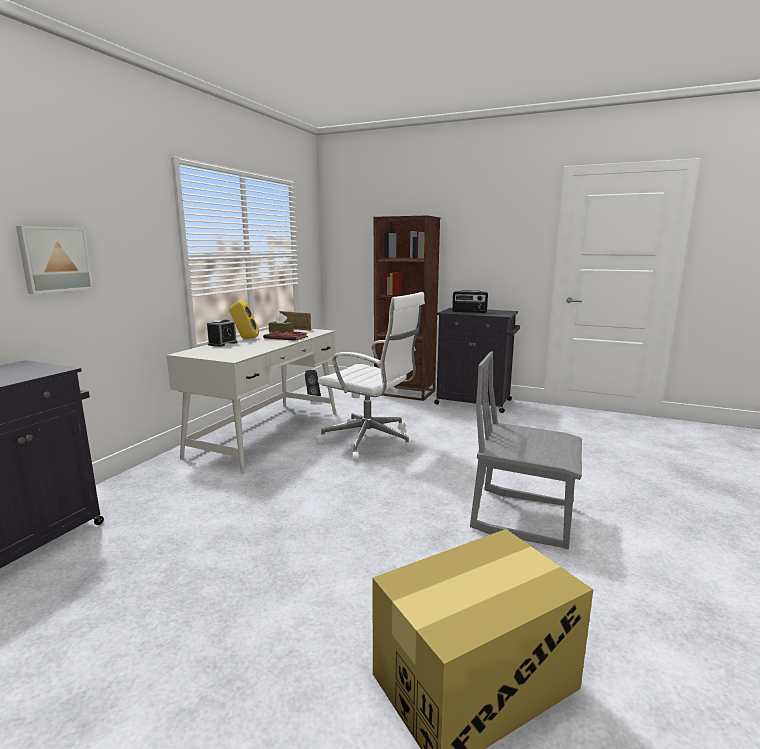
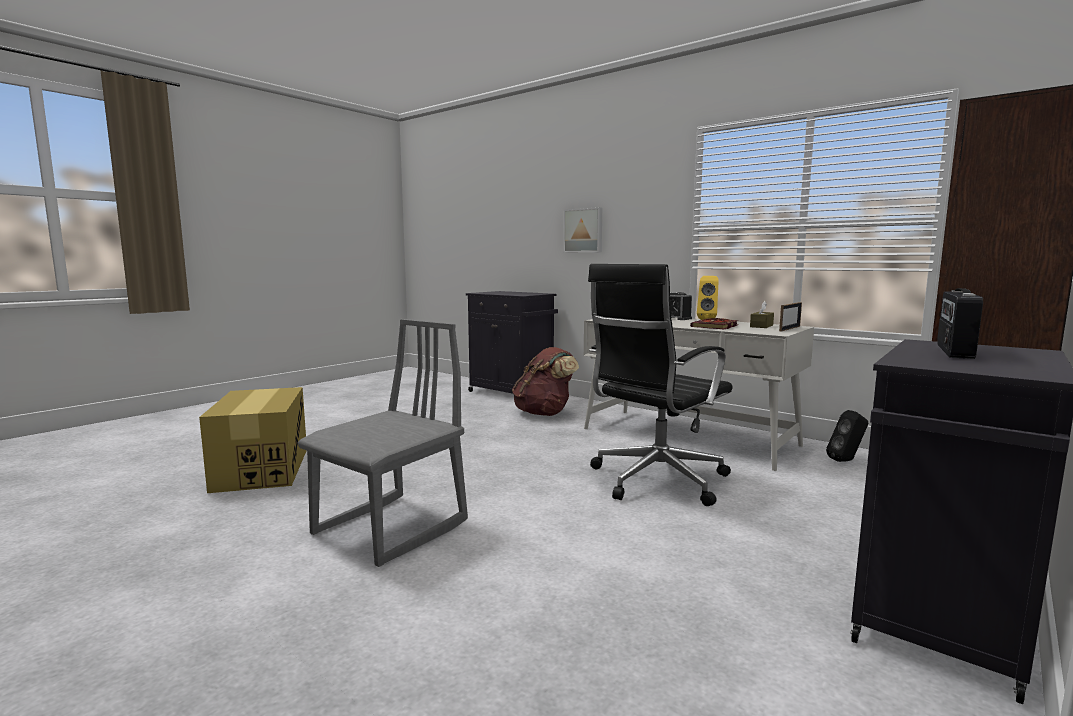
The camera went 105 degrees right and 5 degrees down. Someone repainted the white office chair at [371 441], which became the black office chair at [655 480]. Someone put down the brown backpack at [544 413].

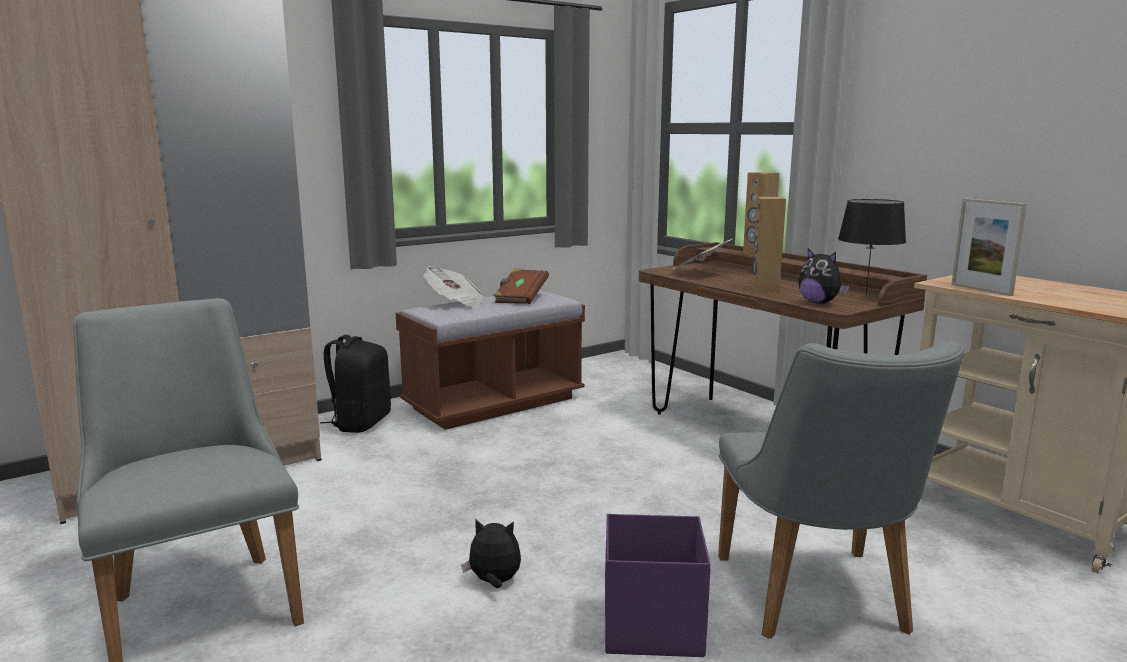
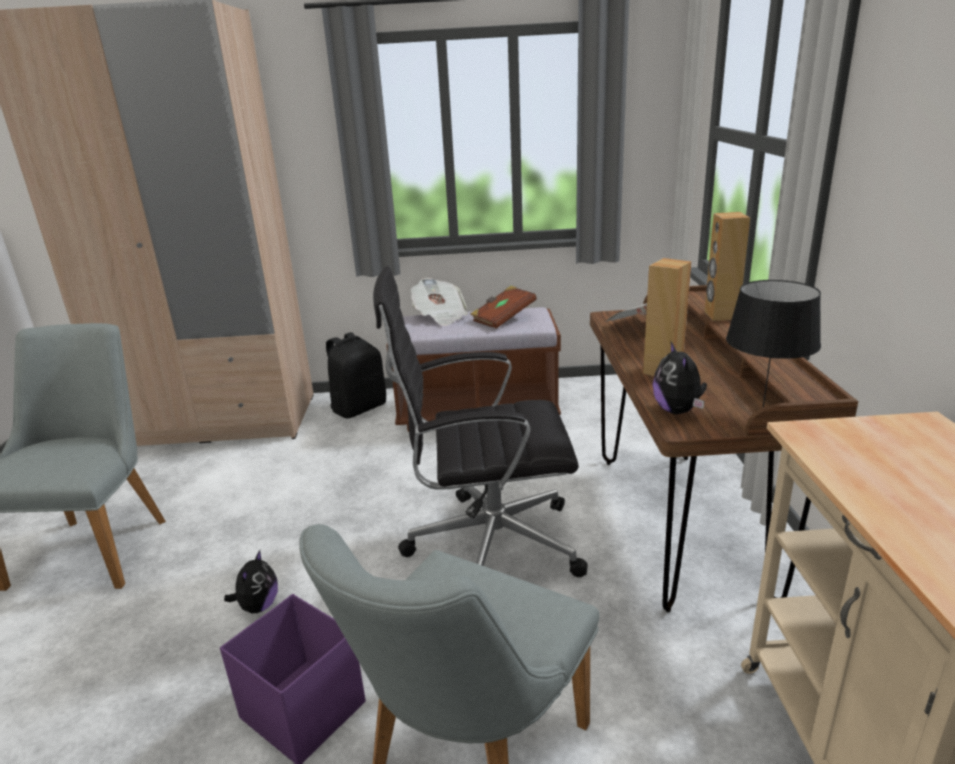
The camera went 35 degrees right and 10 degrees up. Someone rotated the plush toy at [494 582] by 60 degrees clockwise. Someone took away the picture frame at [981 290]. Someone put down the black office chair at [488 546].

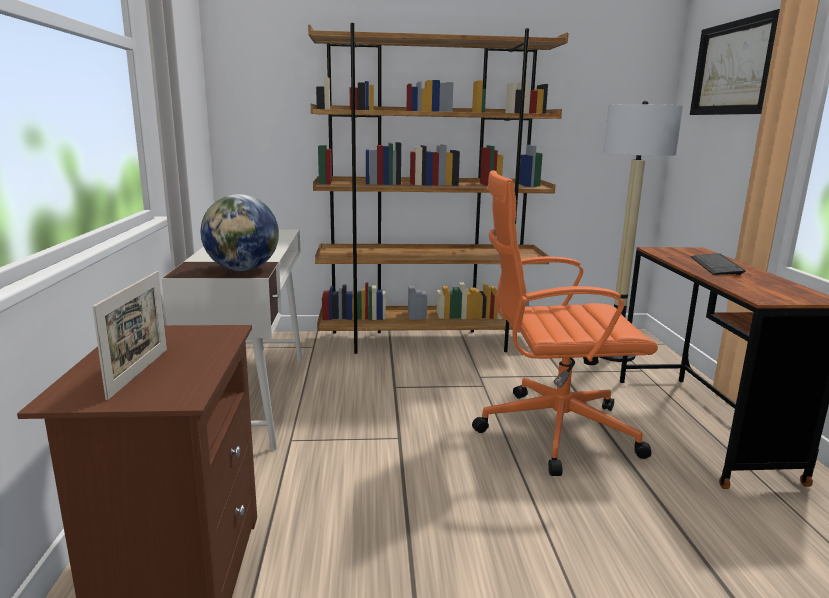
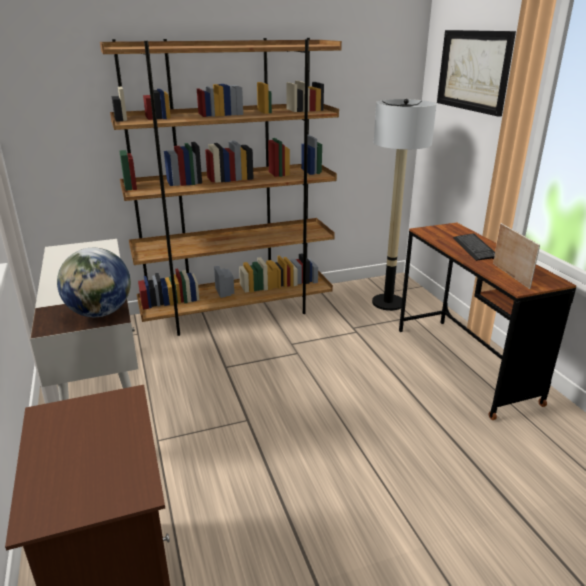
The camera went 15 degrees left and 10 degrees up. Someone carried the picture frame from [139 372] to [510 275]. Someone took away the orange office chair at [552 430].

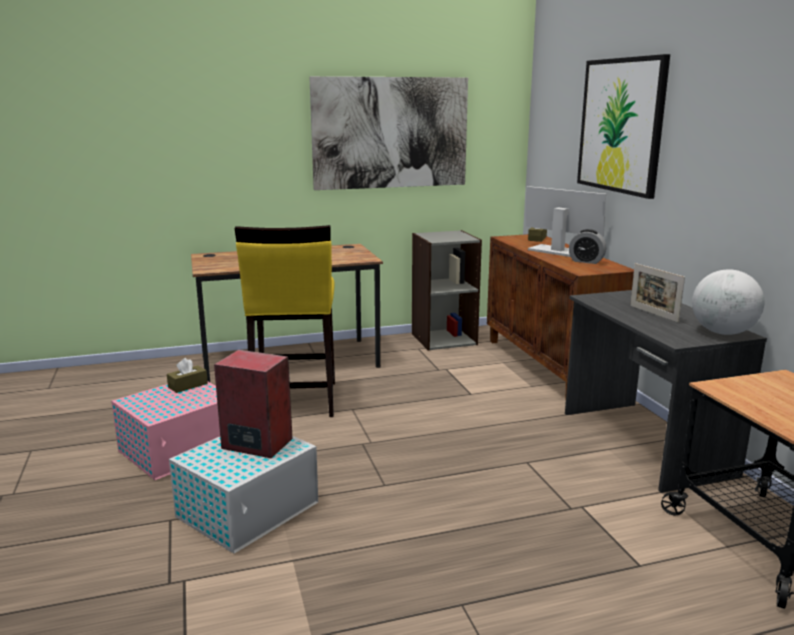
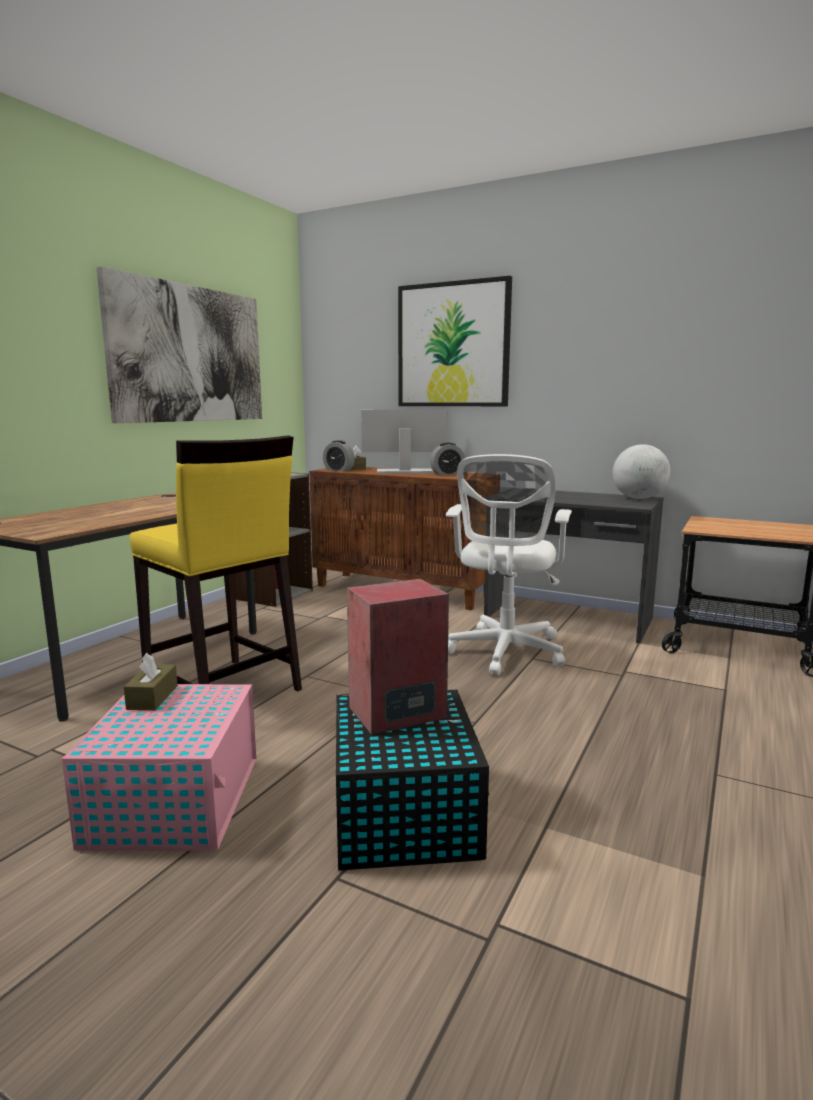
The camera went 45 degrees left and 5 degrees down. Someone repainted the white storage box at [250 509], which became the black storage box at [404 810]. Someone took away the picture frame at [653 313]. Someone put down the alarm clock at [339 470]. Someone put down the white office chair at [505 653].

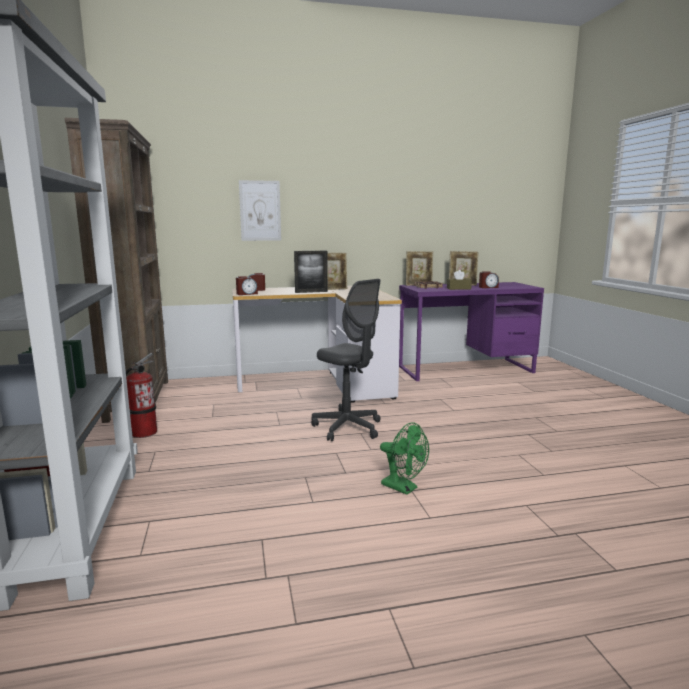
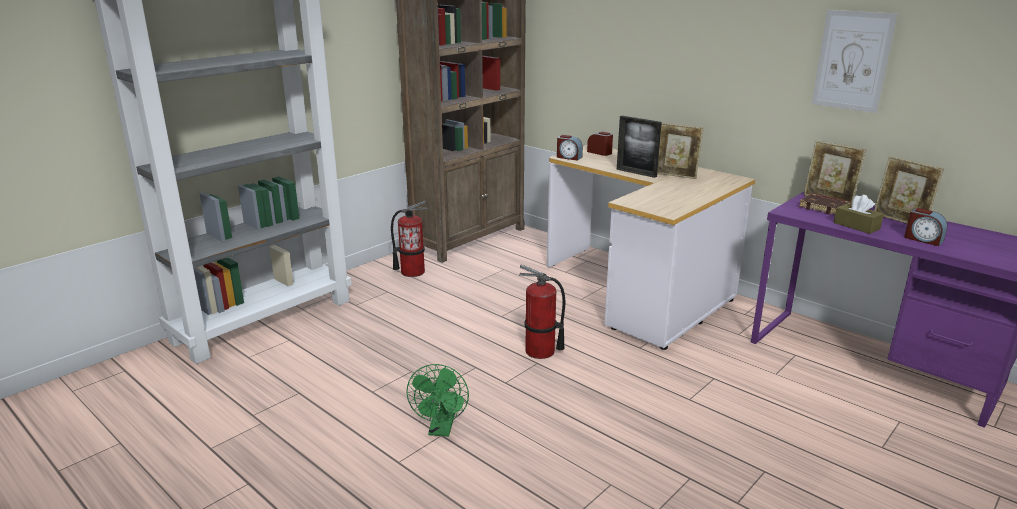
The camera went 55 degrees right and 10 degrees up. Someone carried the picture from [260 210] to [852 61]. Someone swapped the grey office chair at [347 428] for the fire extinguisher at [540 351].

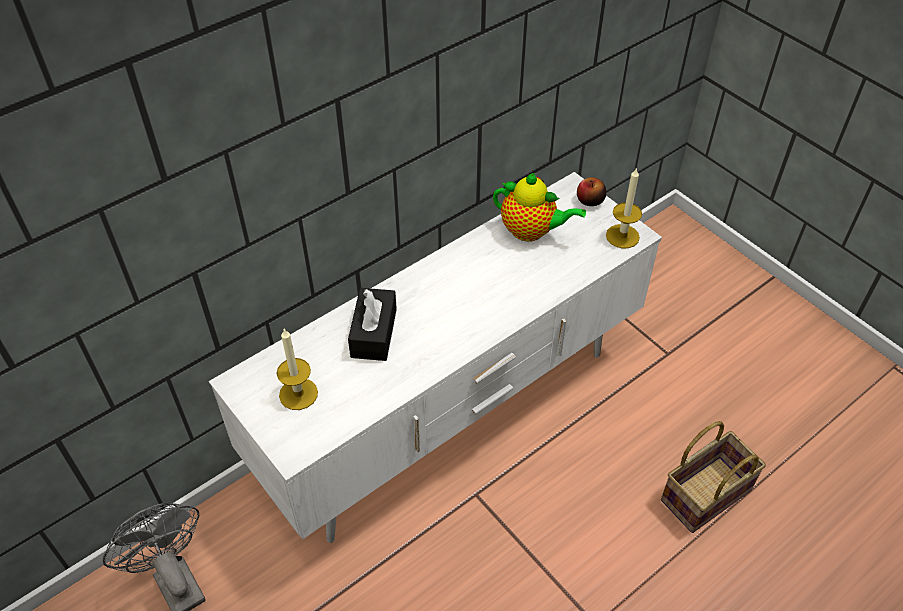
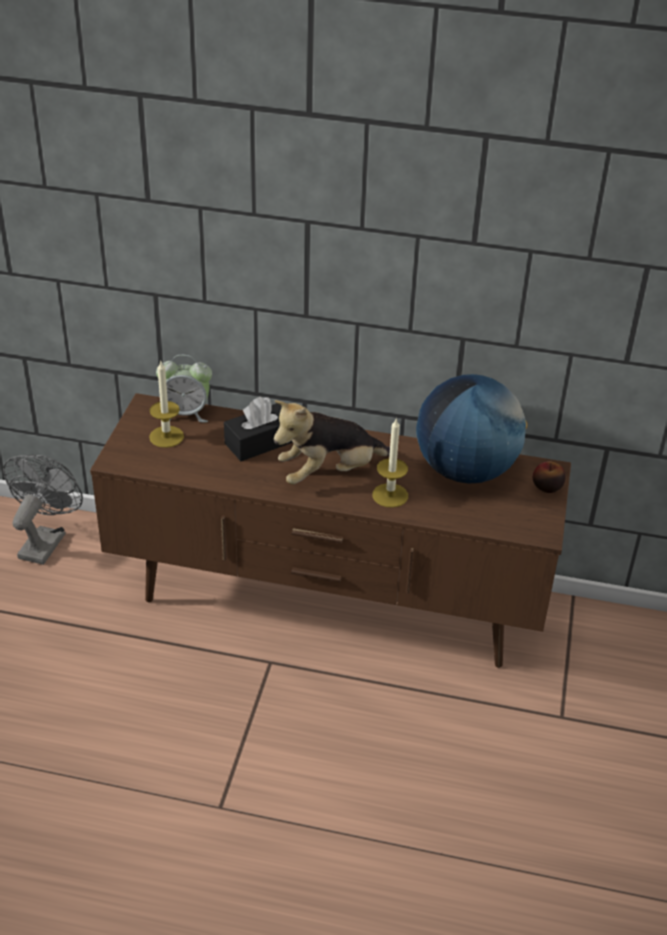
The camera went 50 degrees right and 10 degrees down. Someone repainted the white tv stand at [451 417], which became the brown tv stand at [328 606]. Someone swapped the teapot at [531 231] for the globe at [465 471]. Someone carried the candle from [622 236] to [390 495]. Someone took away the basket at [706 492]. Someone put down the alarm clock at [186 413]. Someone put down the plush toy at [329 473].

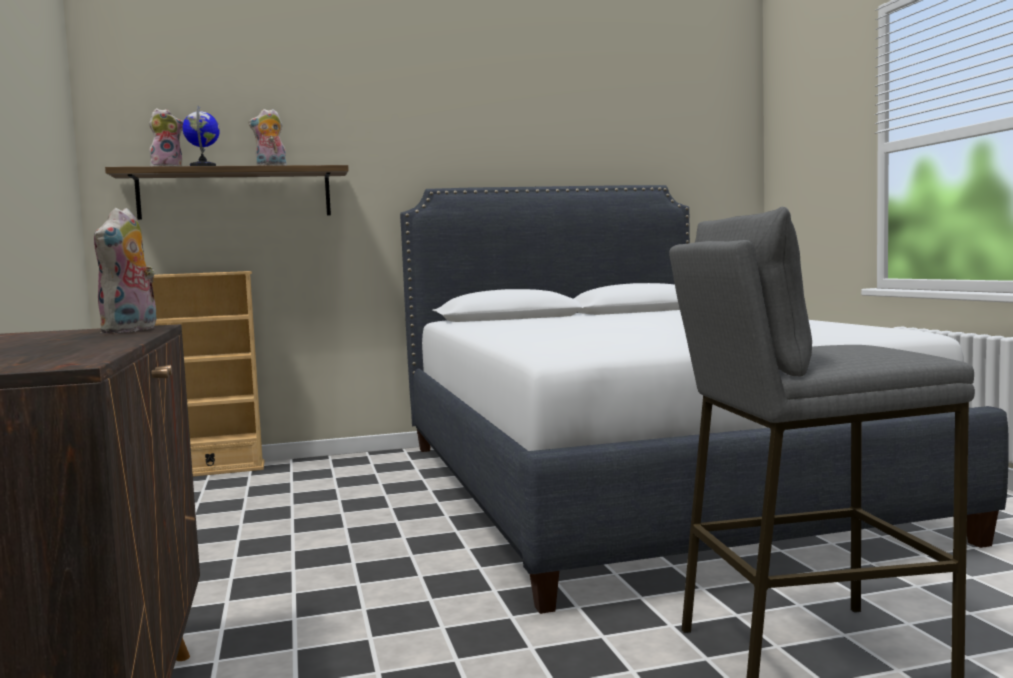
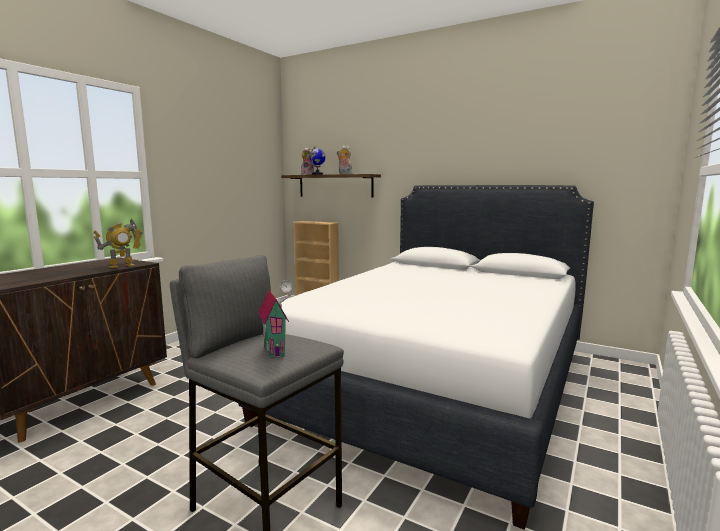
The camera went 45 degrees right and 5 degrees up. Someone swapped the plush toy at [131 331] for the toy robot at [122 266]. Someone put down the toy house at [276 351].

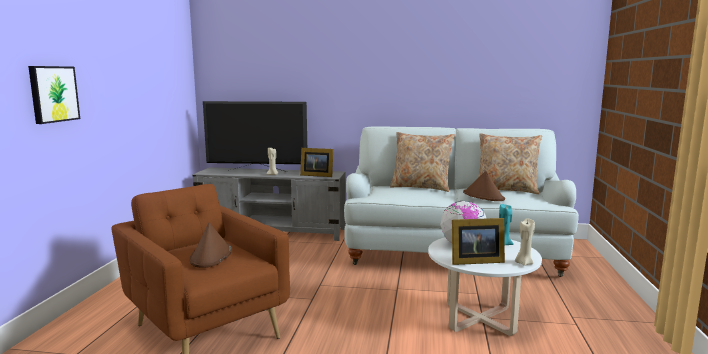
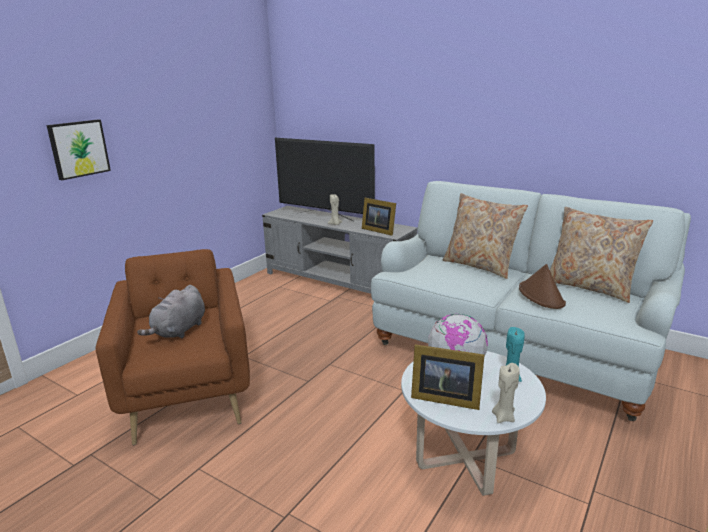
The camera went 25 degrees right and 10 degrees up. Someone swapped the brown hat at [211 256] for the grey plush toy at [179 331].

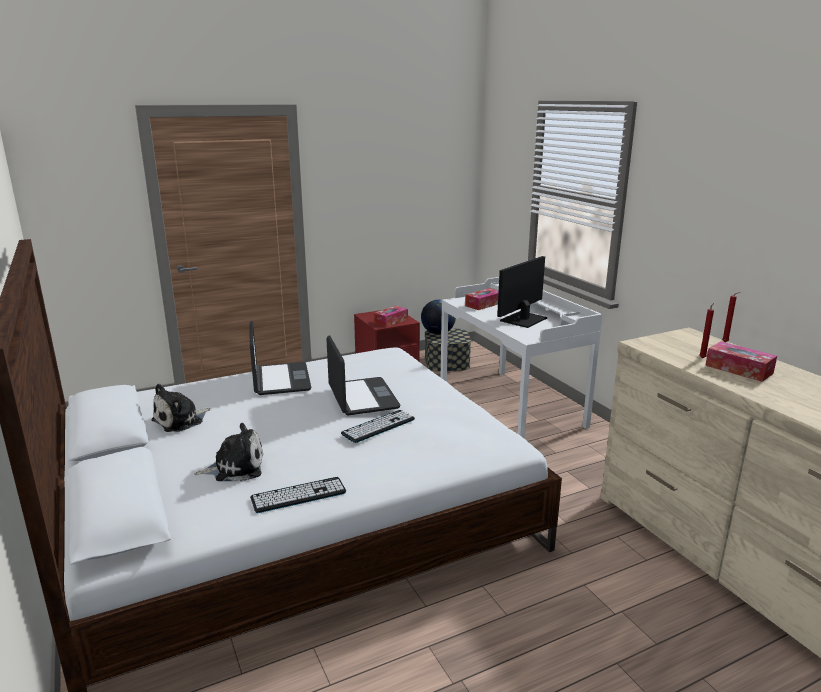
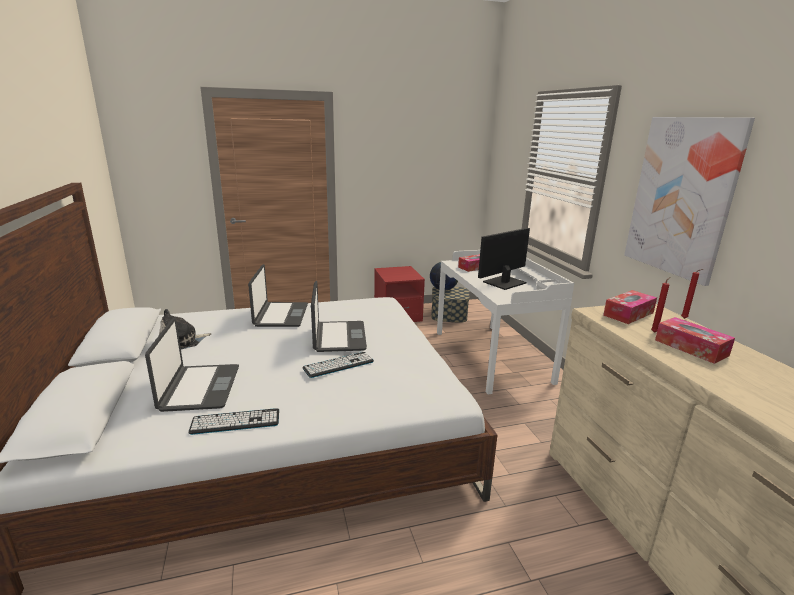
The camera went 10 degrees right and 0 degrees up. Someone swapped the plush toy at [235 467] for the laptop at [199 388]. Someone carried the tissue box from [391 321] to [628 314]. Someone put up the picture at [682 197].

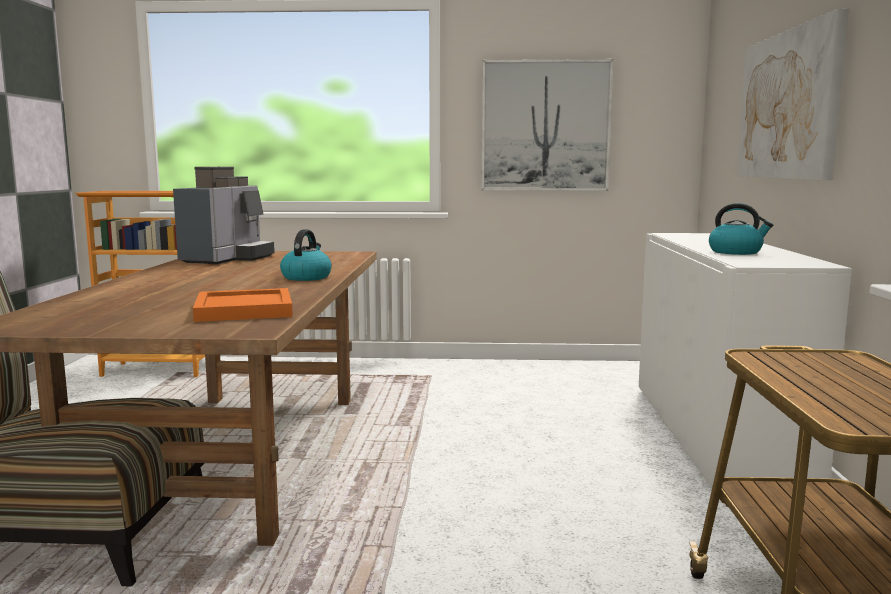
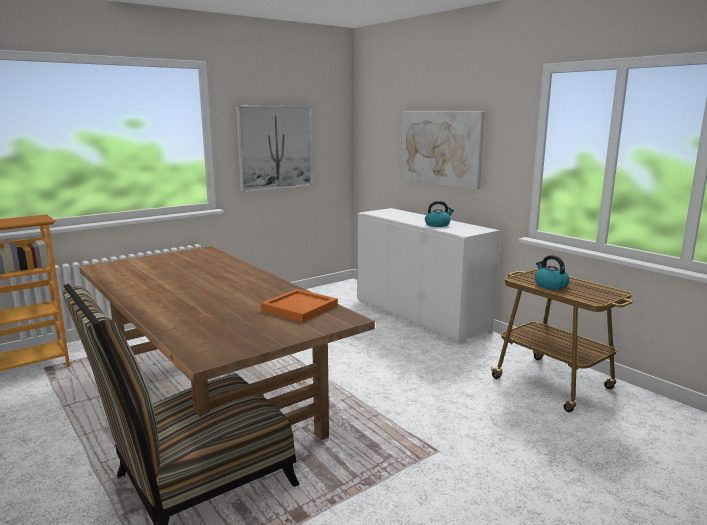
The camera went 40 degrees left and 5 degrees up. Someone took away the coffee machine at [227 259]. Someone carried the kettle from [306 277] to [550 285].

